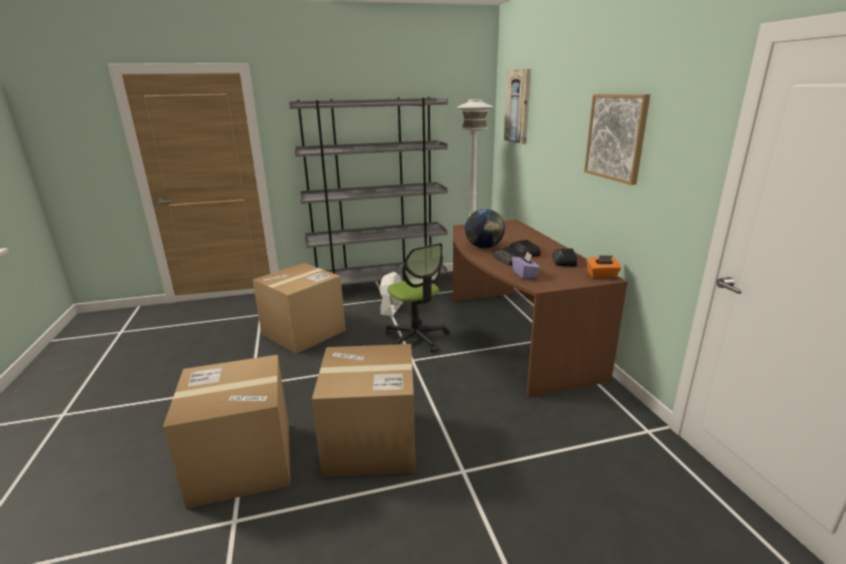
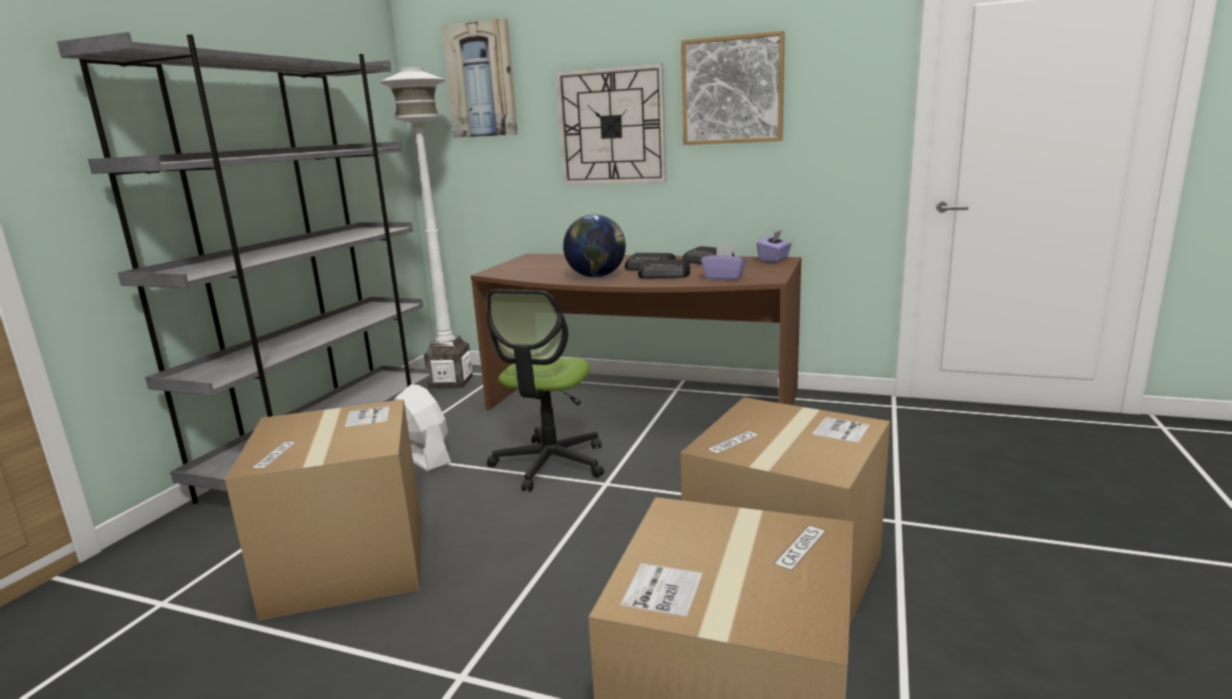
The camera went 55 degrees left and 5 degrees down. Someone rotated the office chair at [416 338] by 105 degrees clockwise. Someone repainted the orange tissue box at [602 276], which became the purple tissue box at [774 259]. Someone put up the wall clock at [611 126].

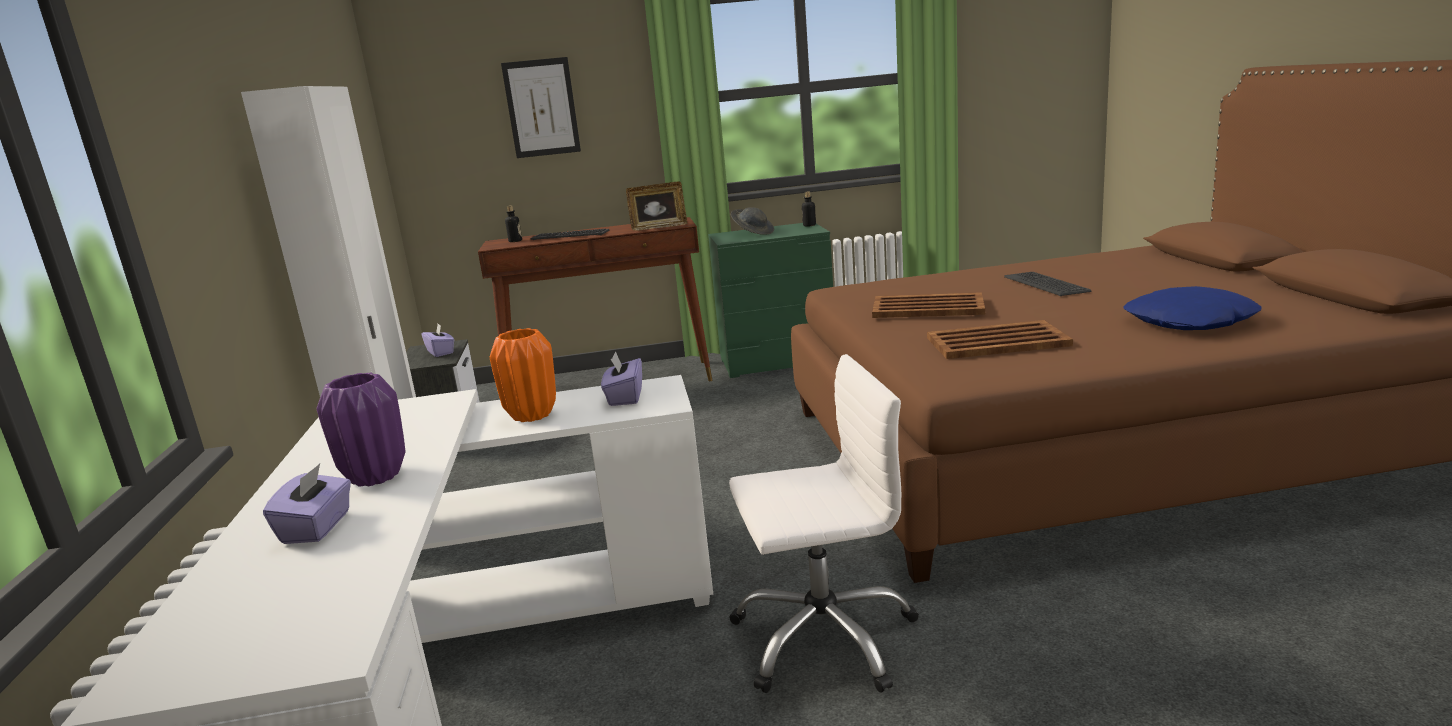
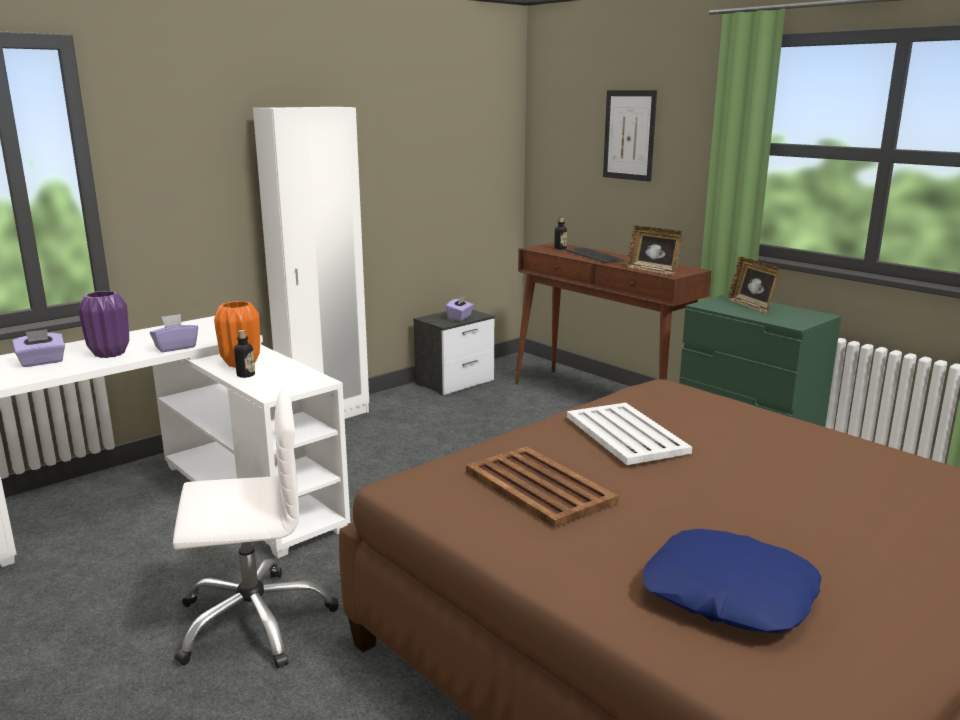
The camera went 55 degrees right and 0 degrees up. Someone carried the purple tissue box from [624 397] to [175 347]. Someone rotated the white office chair at [823 636] by 60 degrees counterclockwise. Someone swapped the grey hat at [753 233] for the picture frame at [751 306]. Someone carried the bottle from [809 225] to [246 375]. Someone repainted the brown tray at [926 307], which became the white tray at [625 434]. Someone took away the keyboard at [1046 284].

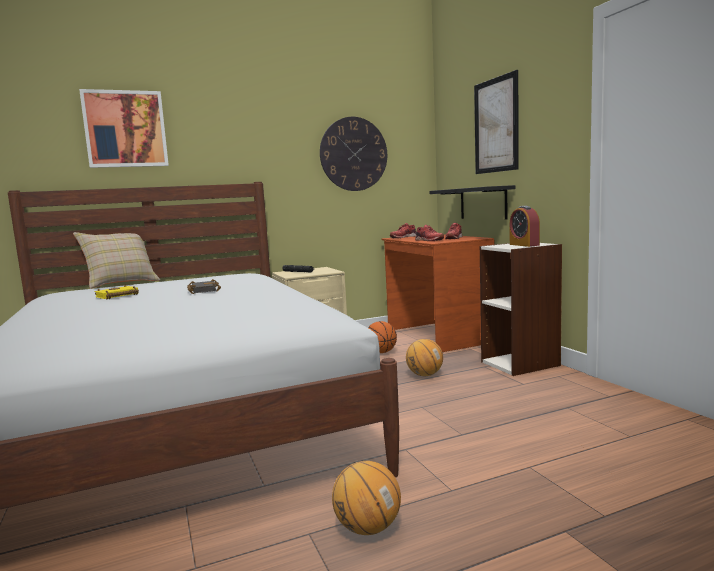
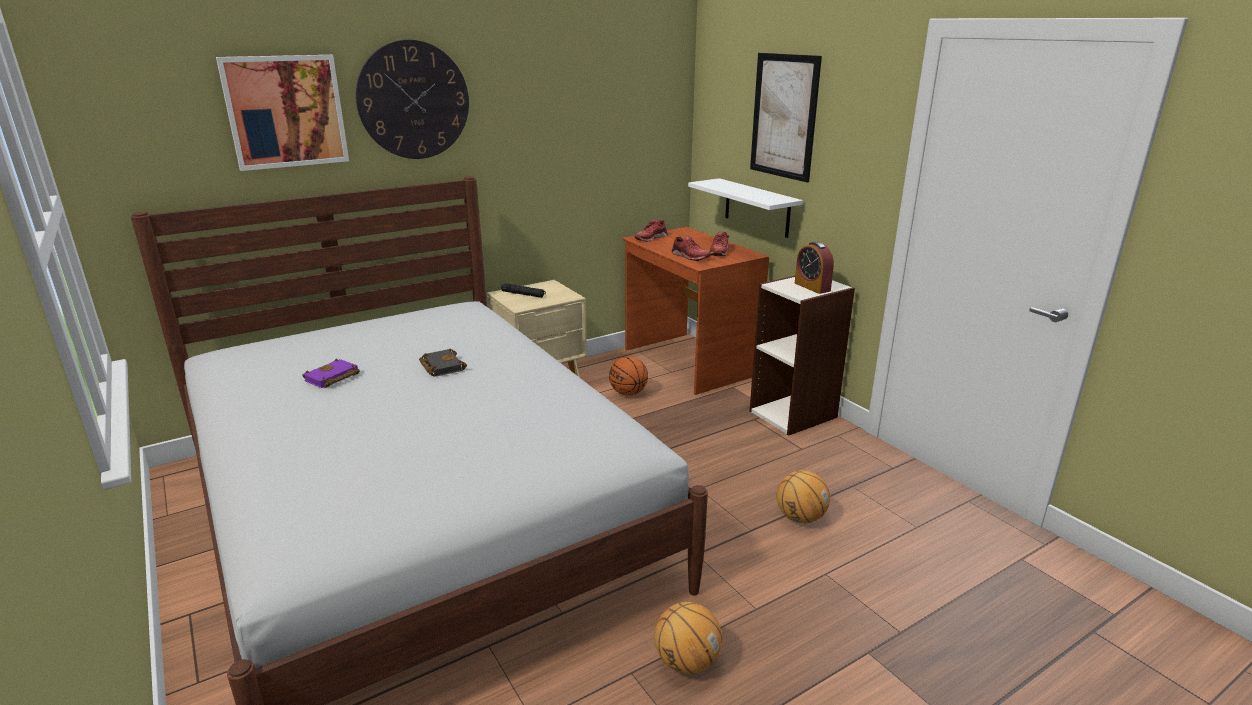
The camera went 10 degrees left and 15 degrees up. Someone took away the beige pillow at [121 283]. Someone repainted the yellow book at [116 296], which became the purple book at [332 378]. Someone carried the wall clock from [353 154] to [413 100]. Someone carried the basketball from [424 375] to [800 517]. Someone repainted the black shelf at [483 203], which became the white shelf at [757 208].

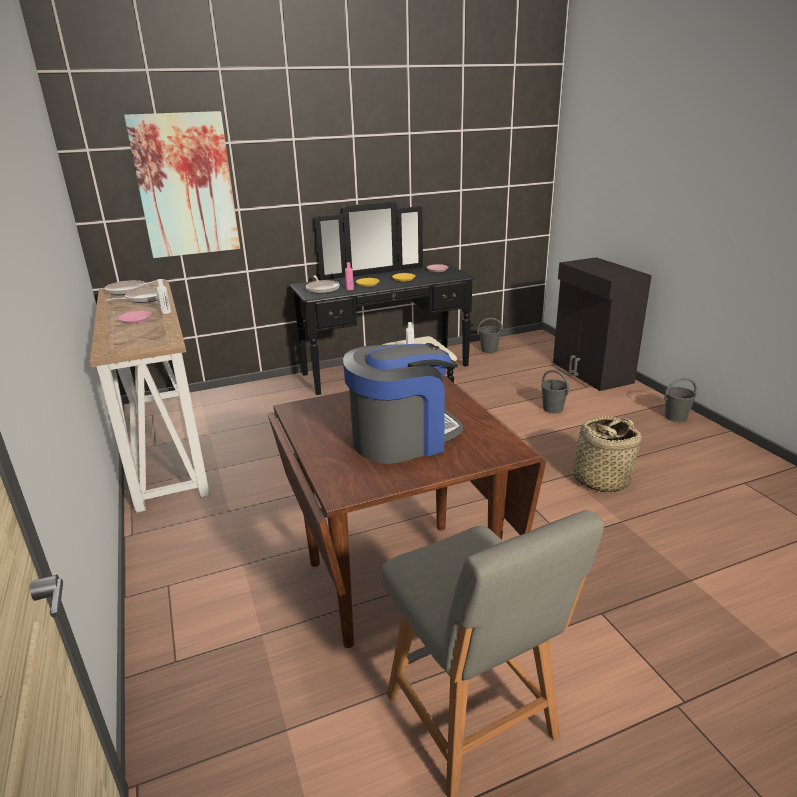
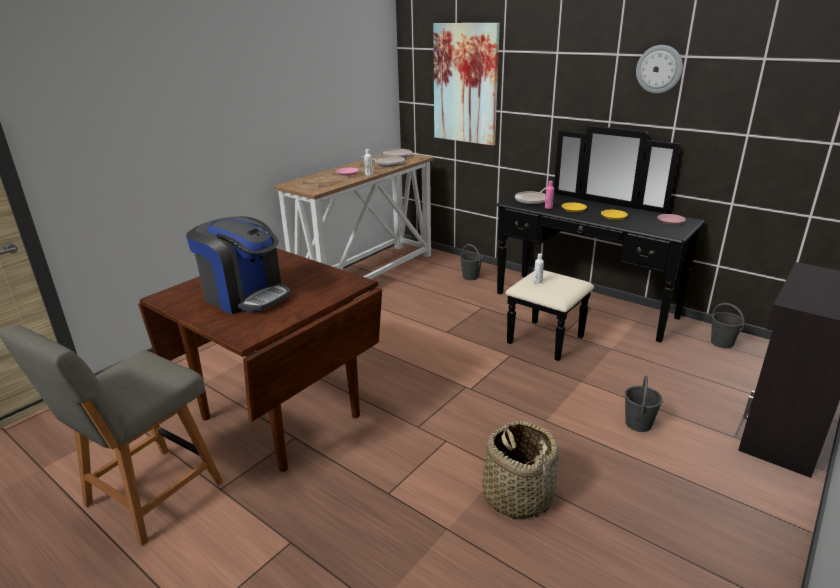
The camera went 60 degrees right and 0 degrees up. Someone carried the grey bucket from [675 417] to [470 276]. Someone put up the wall clock at [659 69].

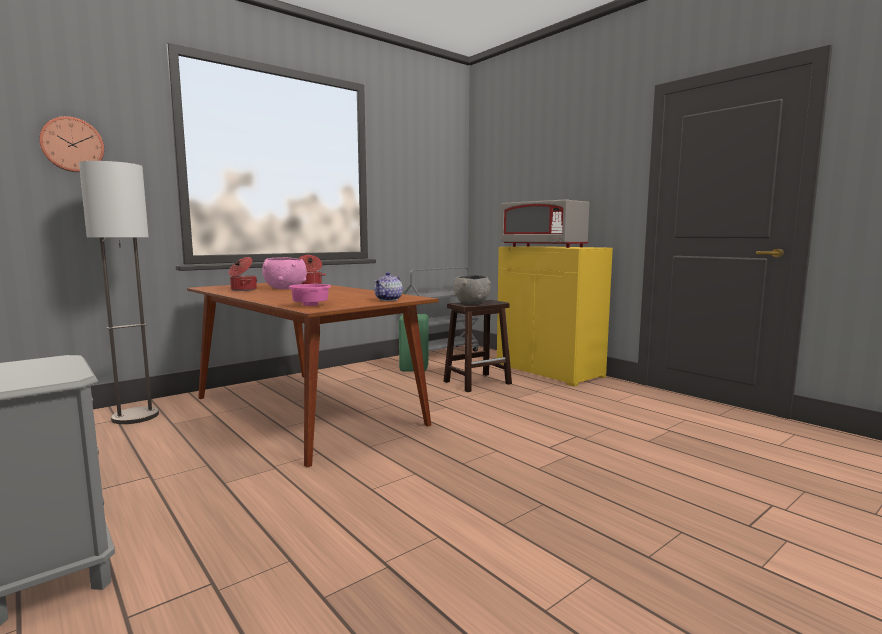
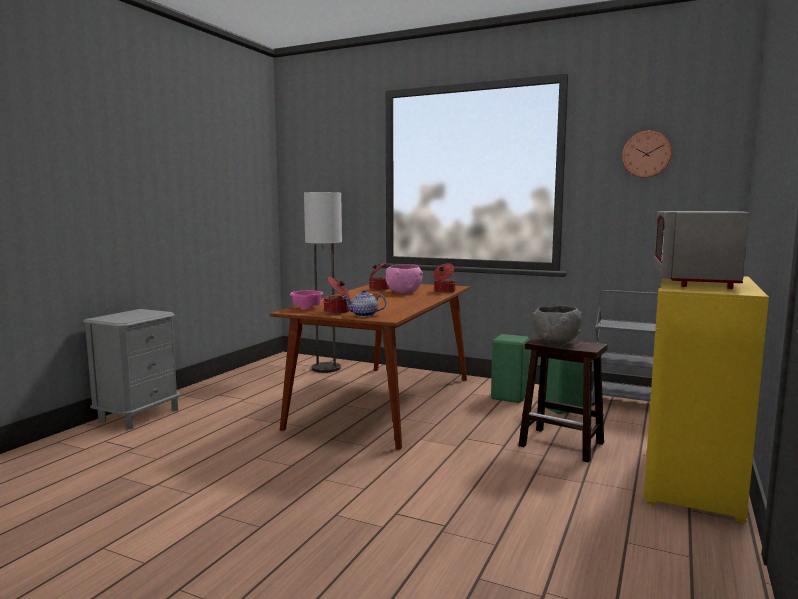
The camera went 65 degrees right and 0 degrees up. Someone carried the wall clock from [72 145] to [646 154]. Someone put down the cooking pot at [337 311]. Someone put down the green stool at [510 398].

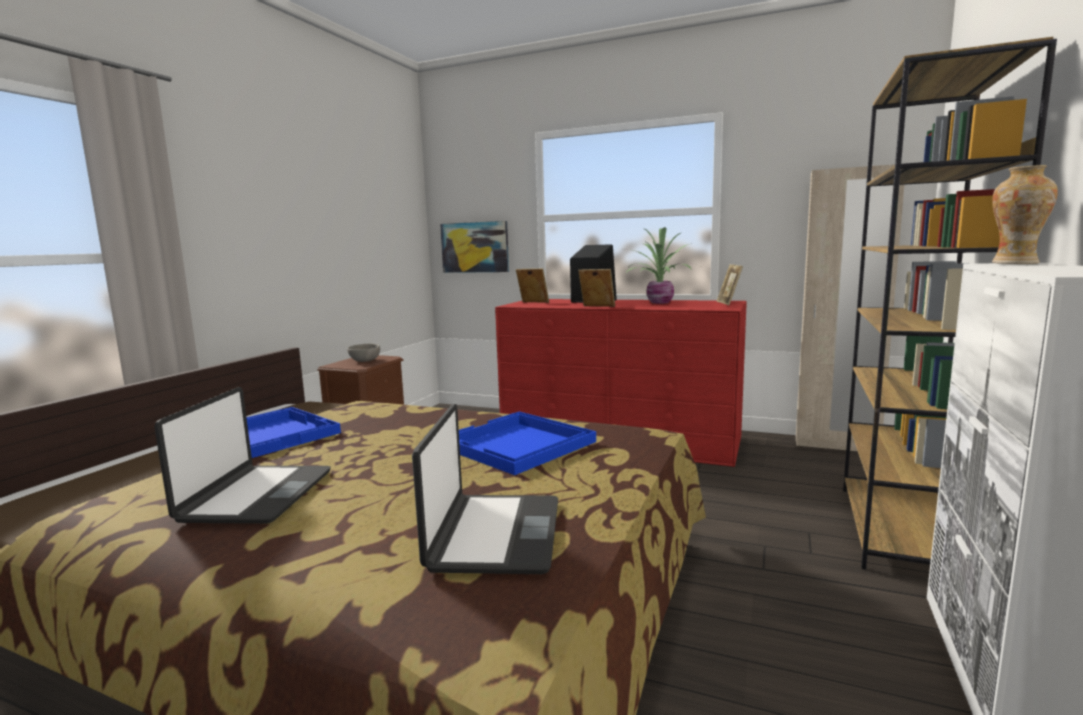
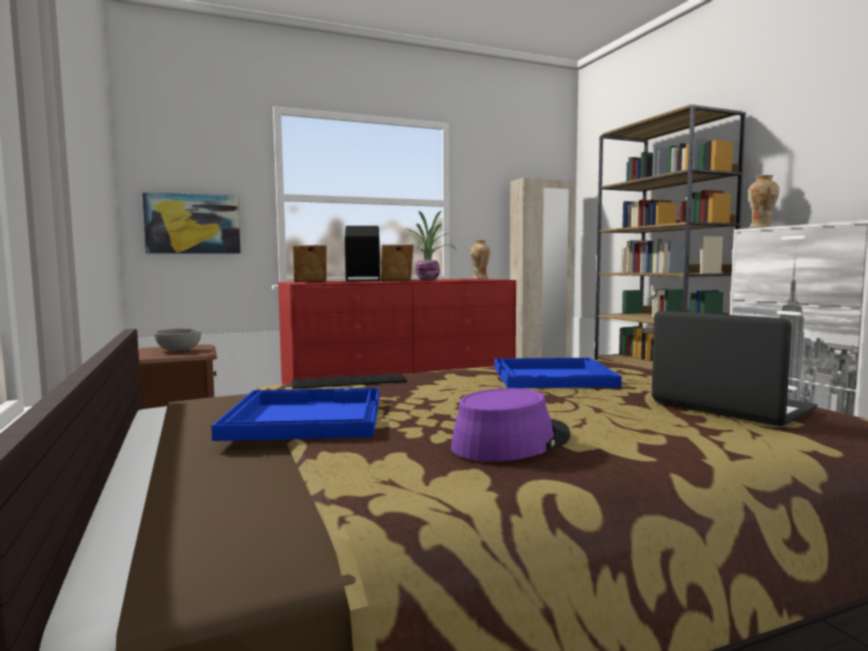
The camera went 45 degrees left and 5 degrees down. Someone swapped the laptop at [256 495] for the purple hat at [511 441]. Someone swapped the picture frame at [728 303] for the vase at [480 278]. Someone put down the keyboard at [347 381].

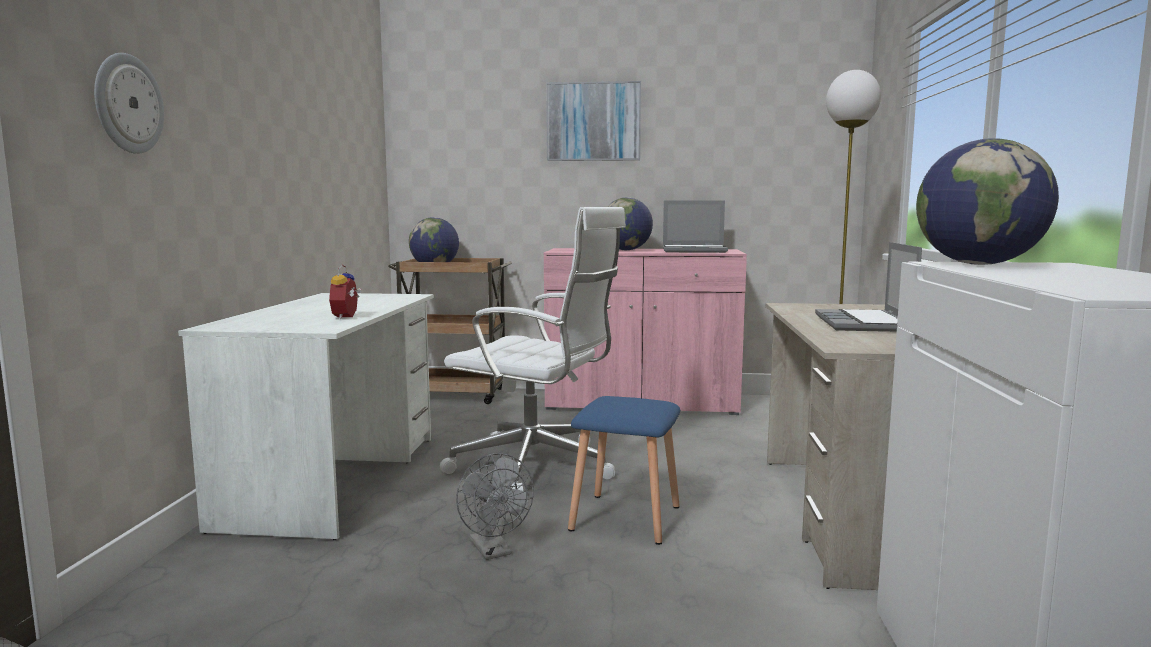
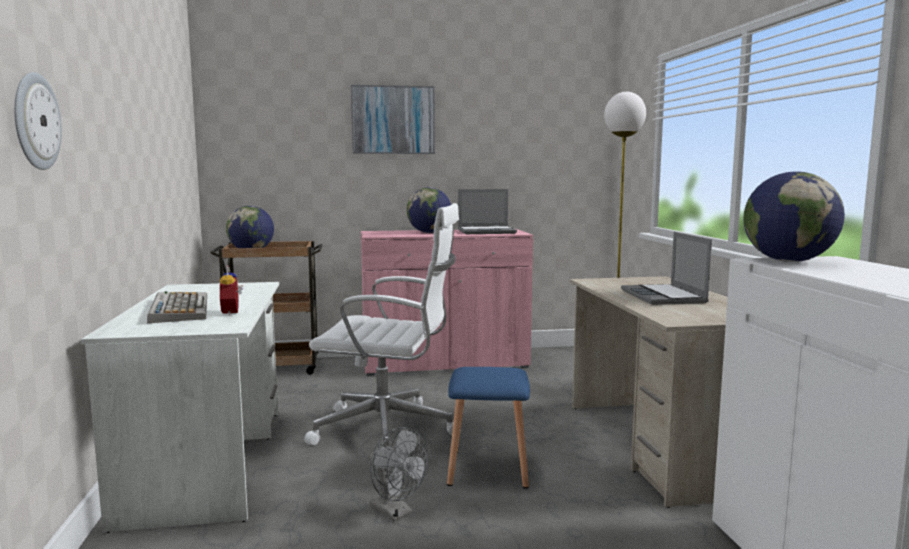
The camera went 15 degrees left and 0 degrees up. Someone put down the keyboard at [179 308].

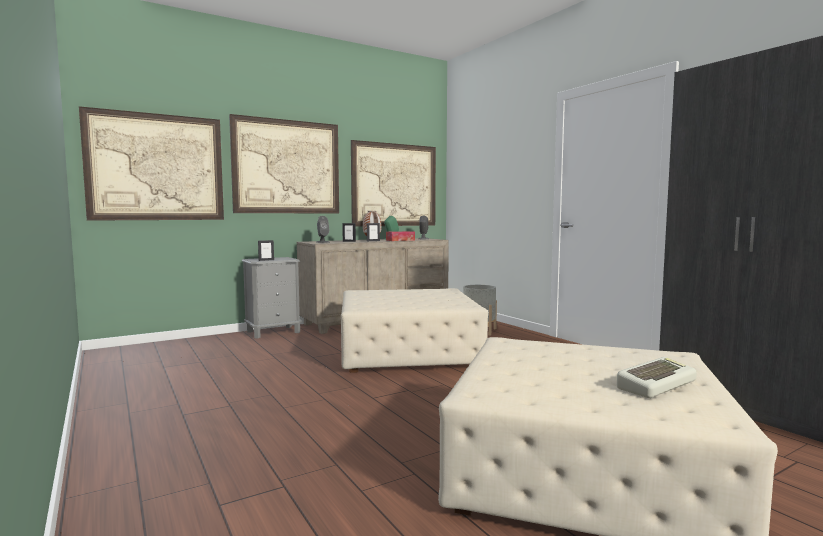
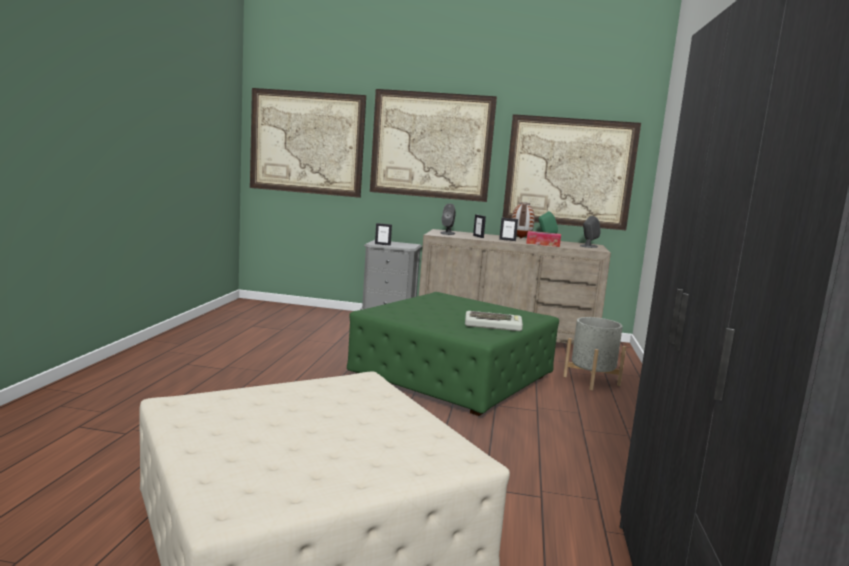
The camera went 40 degrees right and 5 degrees up. Someone repainted the beige ottoman at [408 352], which became the green ottoman at [453 376]. Someone carried the keyboard from [655 384] to [493 326].

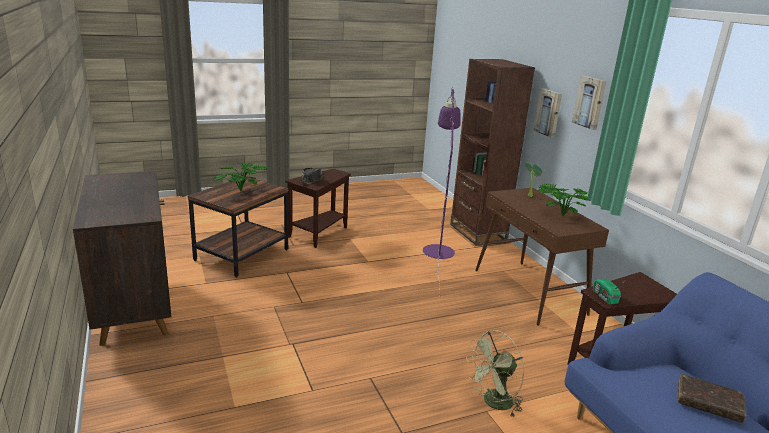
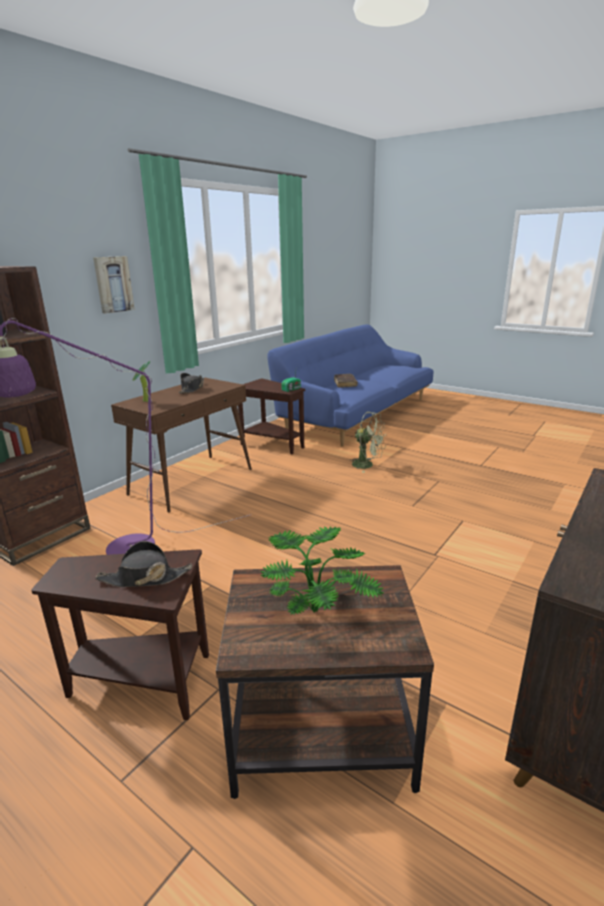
The camera went 120 degrees left and 0 degrees up. Someone took away the picture at [549 112]. Someone swapped the potted plant at [559 215] for the black hat at [192 389].

